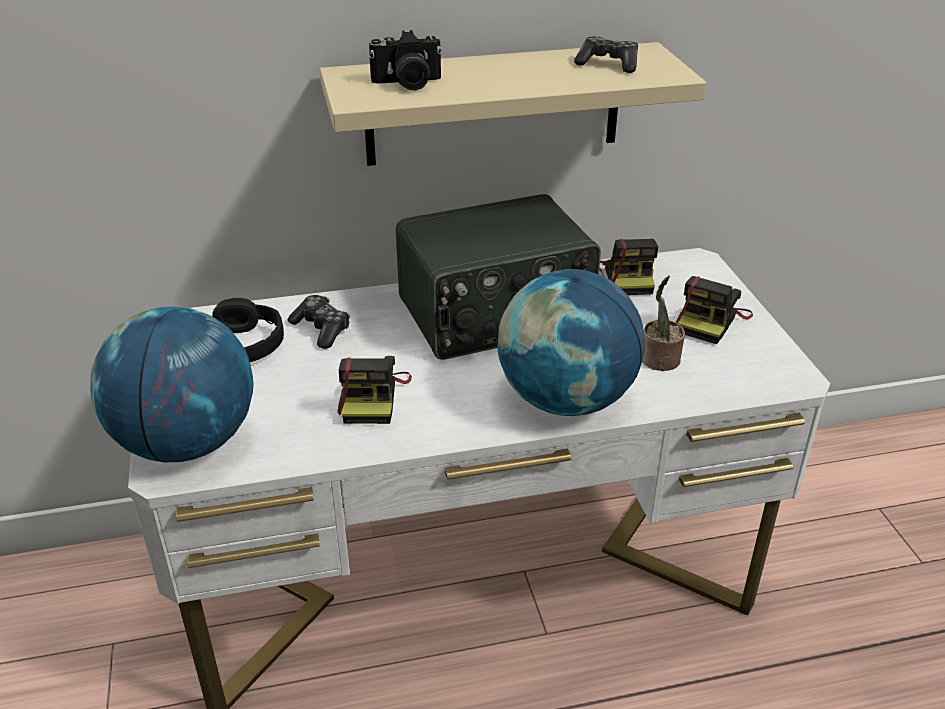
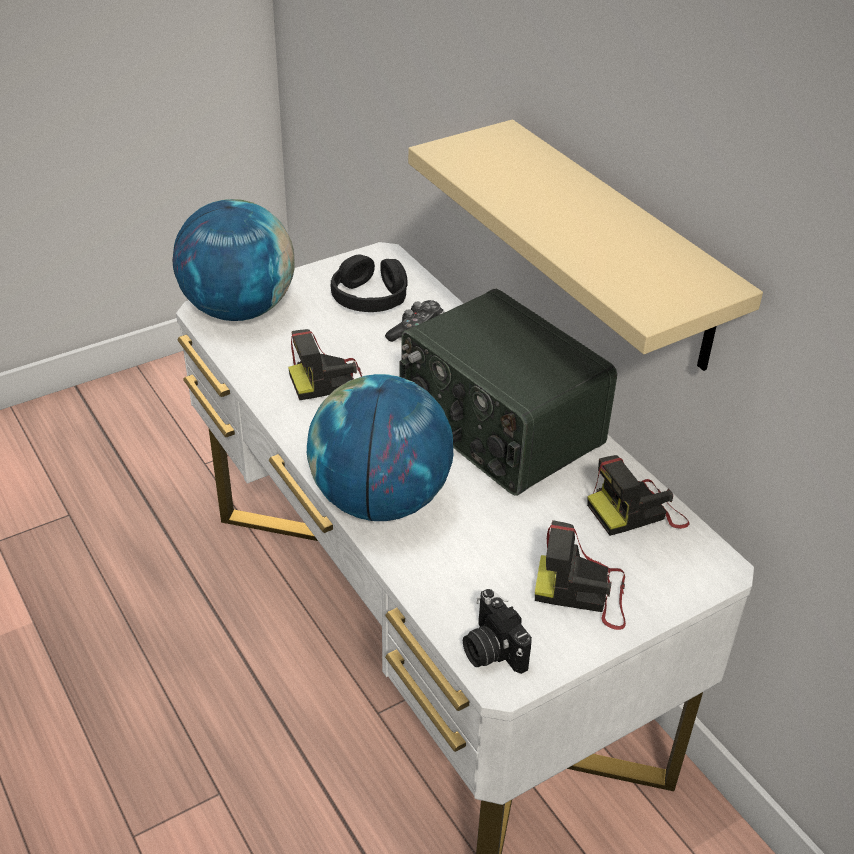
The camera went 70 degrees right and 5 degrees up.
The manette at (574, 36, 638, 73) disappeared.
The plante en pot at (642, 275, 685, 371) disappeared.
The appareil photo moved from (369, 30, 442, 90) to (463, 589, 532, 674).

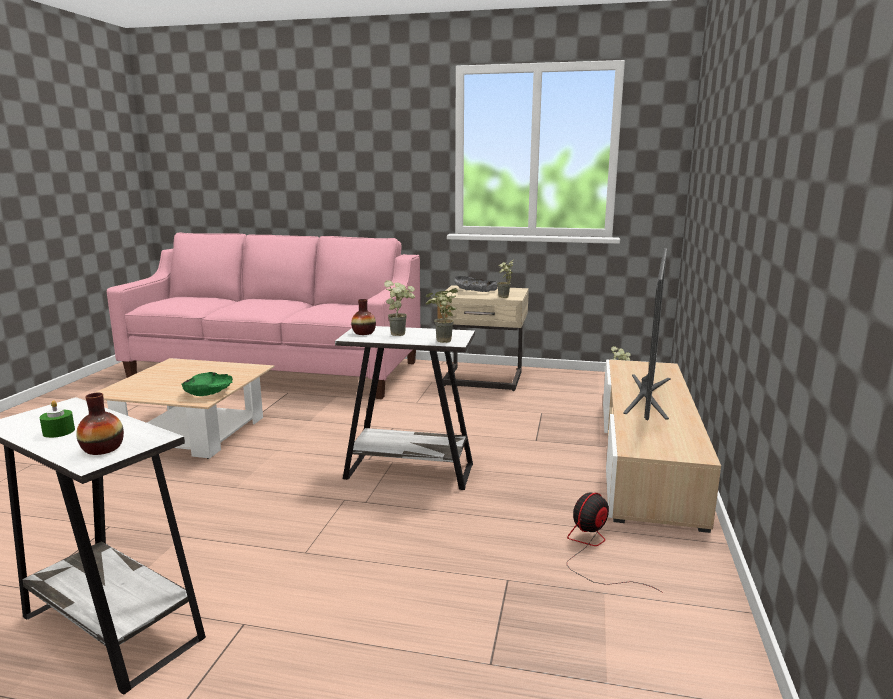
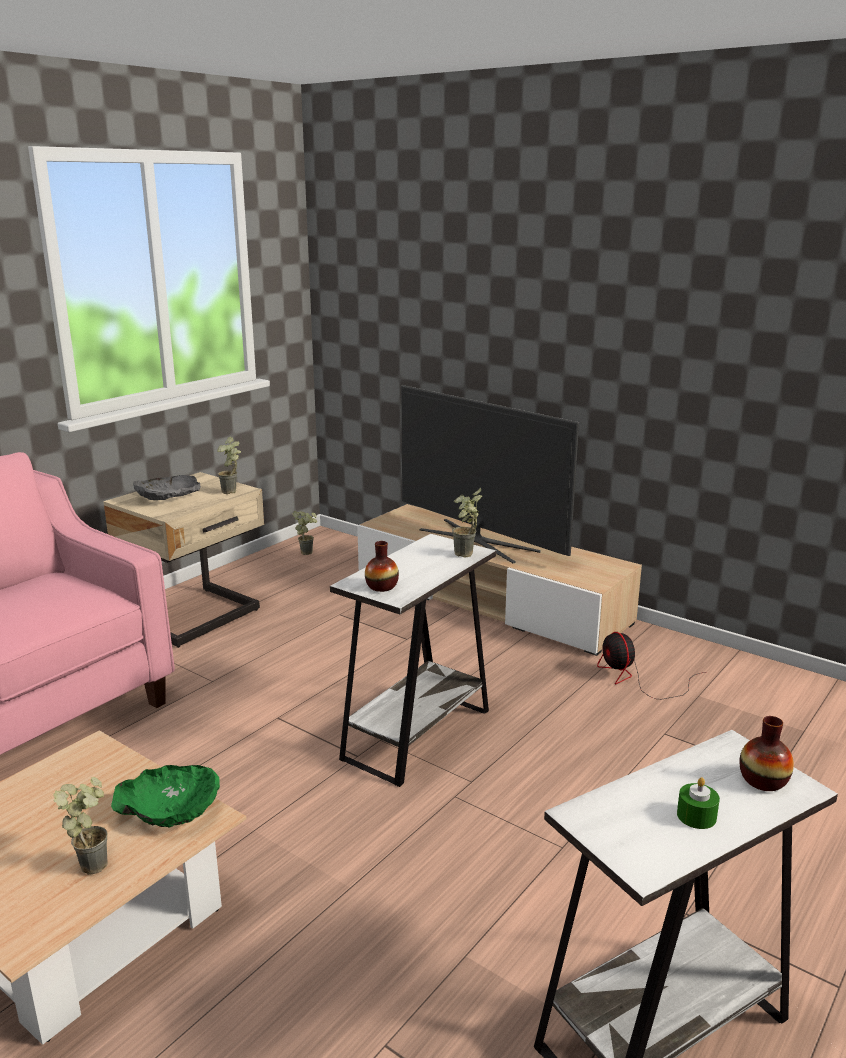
The camera went 65 degrees left and 5 degrees up.
The plante en pot moved from (384, 280, 415, 336) to (54, 777, 108, 875).

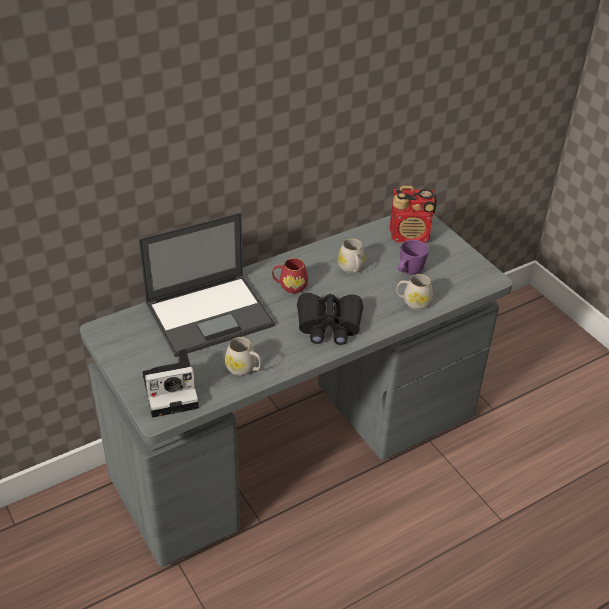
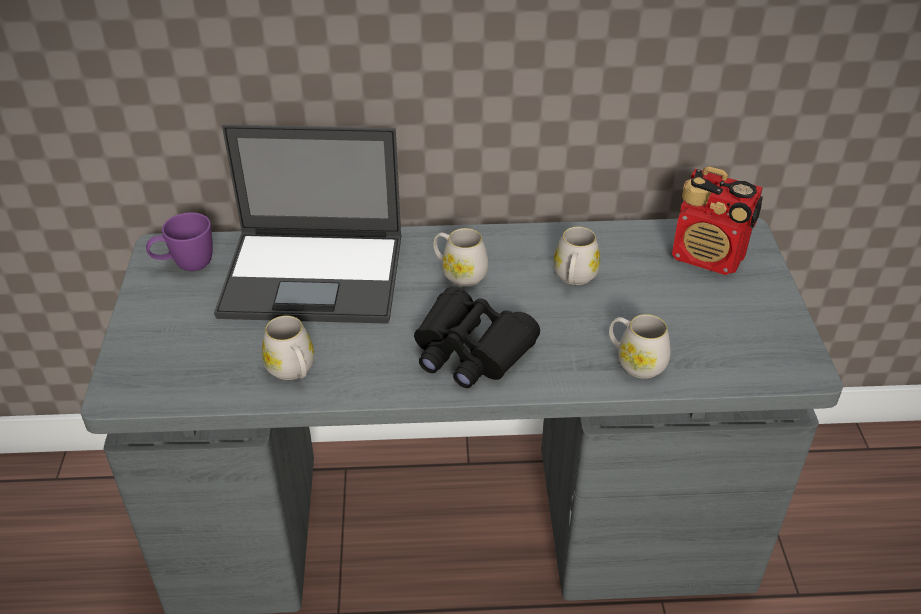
The camera went 30 degrees right and 0 degrees up.
The appareil photo at (143, 349, 199, 417) disappeared.
The mug (violet) moved from (398, 240, 429, 275) to (146, 212, 213, 271).
The mug (rouge) at (272, 258, 308, 293) became the mug (blanc) at (433, 228, 488, 287).

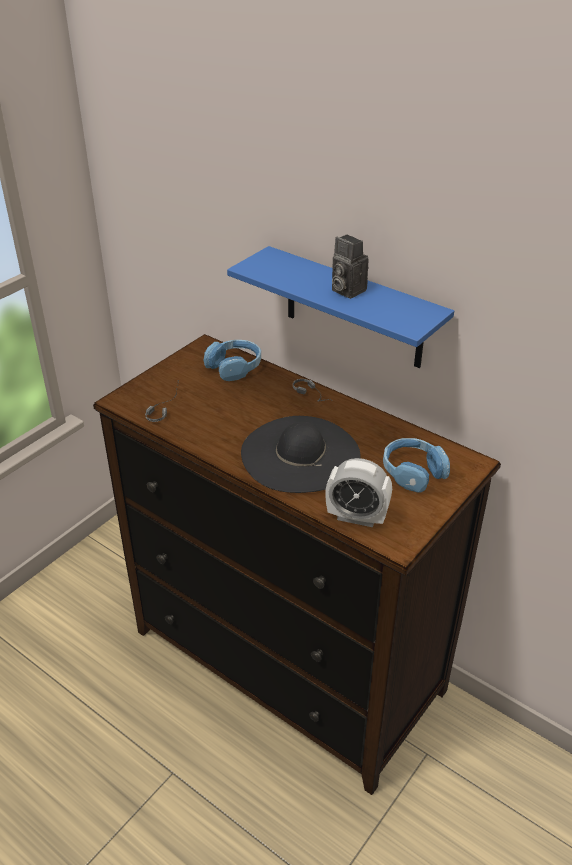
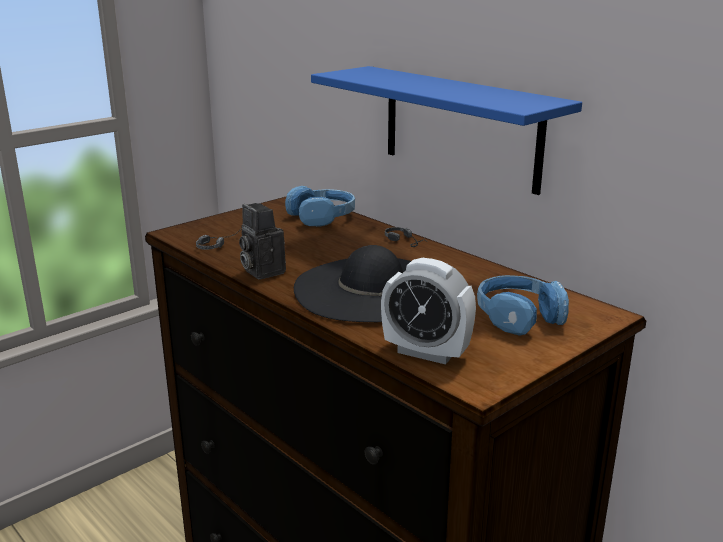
The camera went 10 degrees right and 15 degrees down.
The appareil photo moved from (332, 234, 369, 299) to (239, 203, 286, 280).

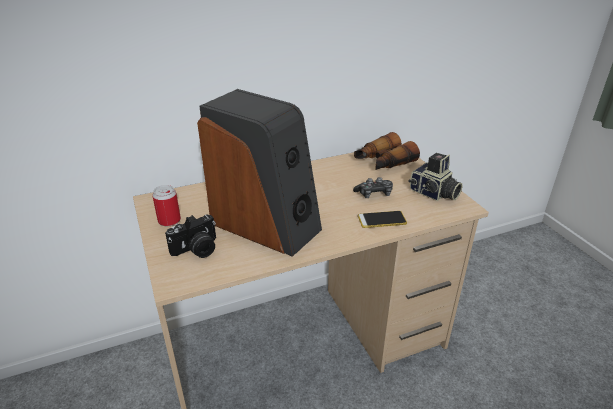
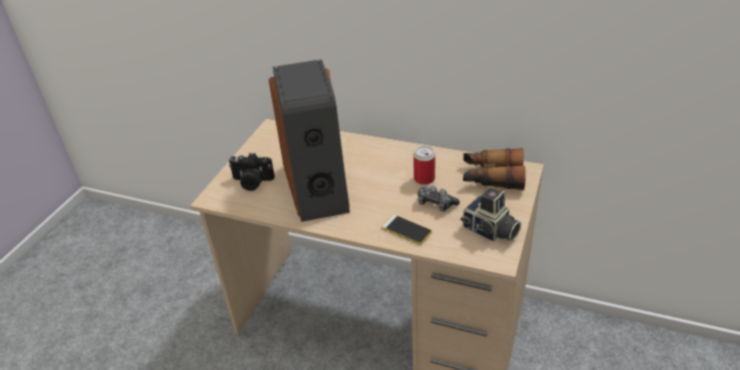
The camera went 45 degrees right and 5 degrees up.
The boîte métallique moved from (152, 185, 181, 226) to (413, 146, 435, 185).
The appareil photo at (408, 153, 463, 201) turned 45 degrees counterclockwise.

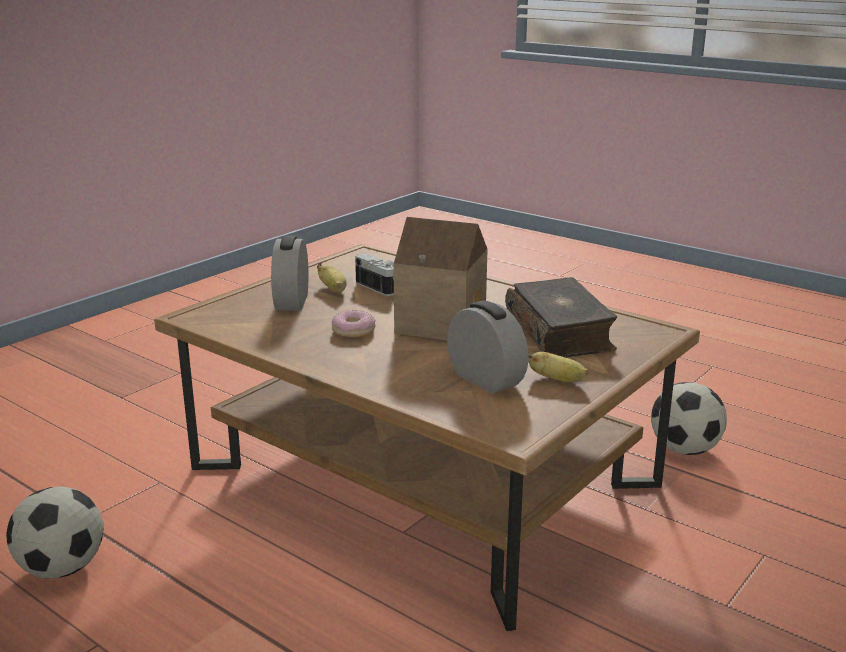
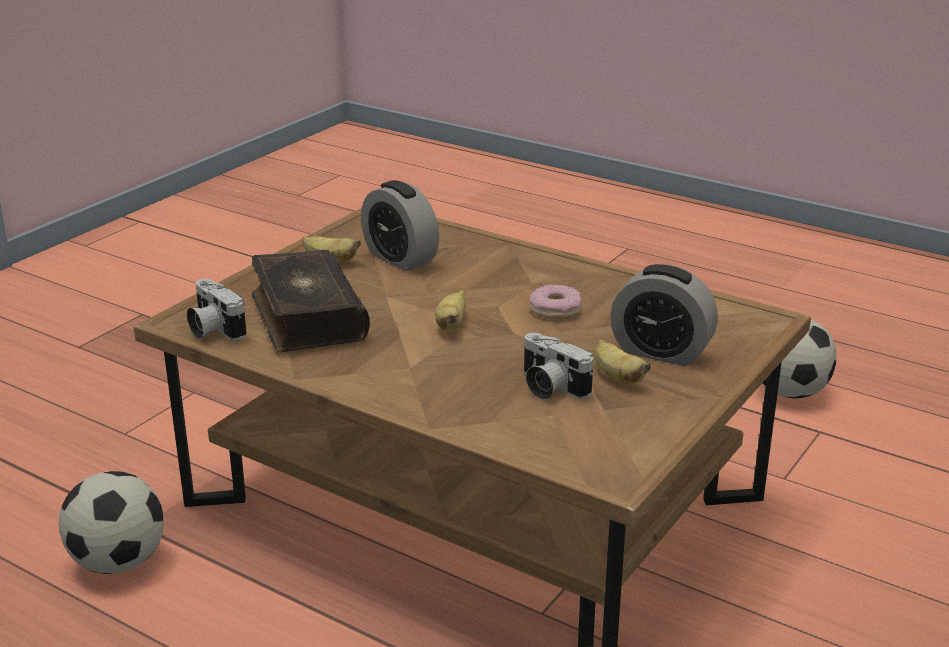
The camera went 175 degrees right and 5 degrees up.
The appareil photo at (187, 279, 247, 341) appeared.
The maison miniature at (393, 217, 488, 341) was replaced by the banane at (435, 290, 466, 332).
The réveil at (271, 236, 309, 311) turned 120 degrees clockwise.

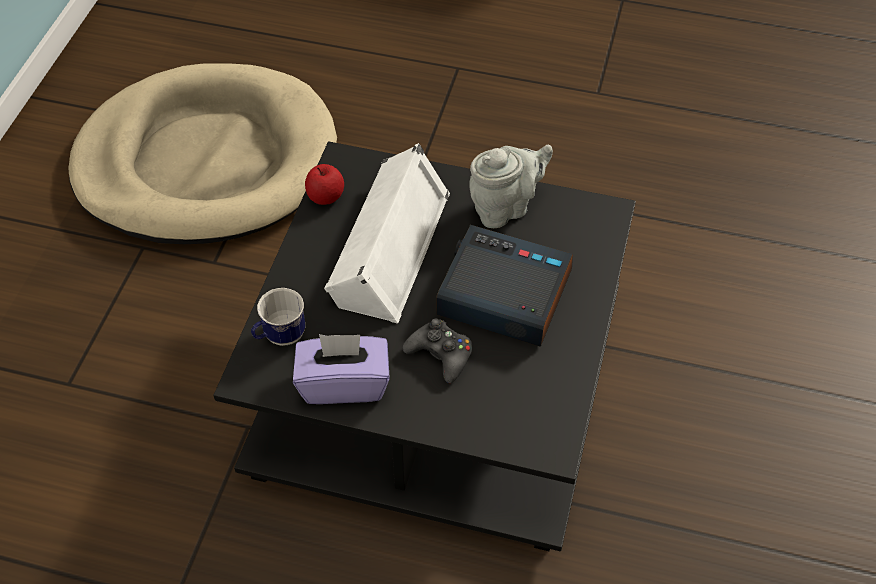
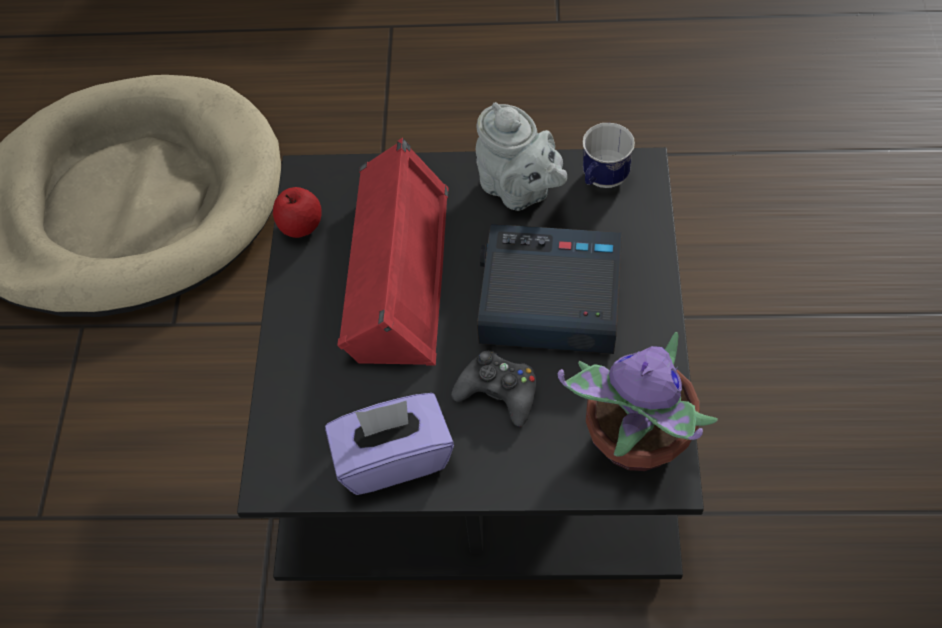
The camera went 10 degrees left and 5 degrees up.
The plante en pot at (558, 332, 718, 471) appeared.
The mug moved from (251, 288, 305, 346) to (583, 123, 635, 188).
The enceinte (blanc) at (324, 143, 450, 324) became the enceinte (rouge) at (337, 138, 449, 366).
The théière (gris) at (469, 145, 553, 228) turned 90 degrees clockwise.

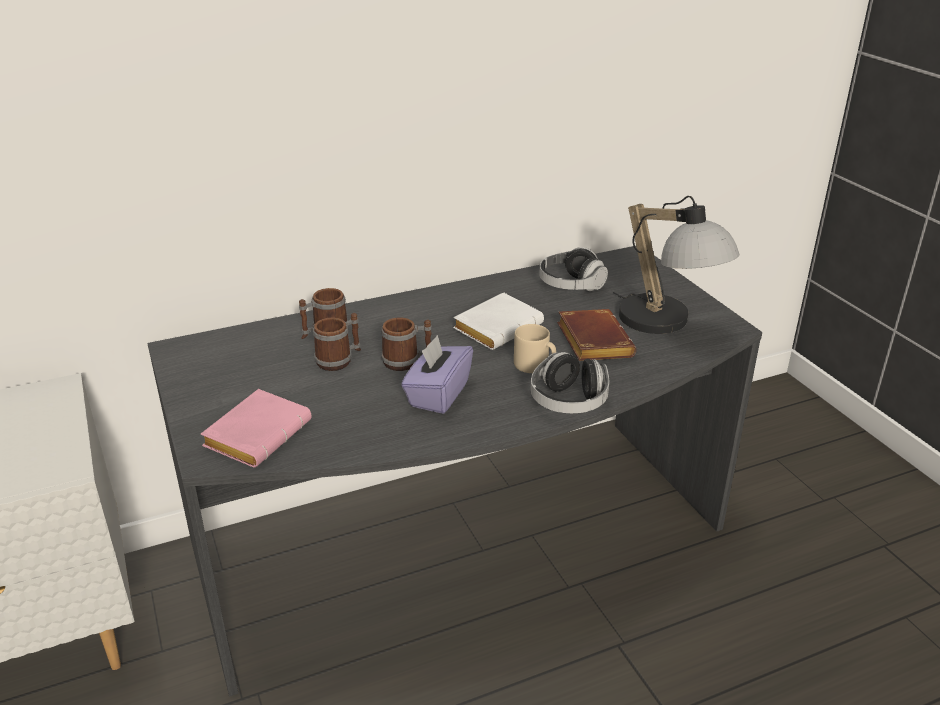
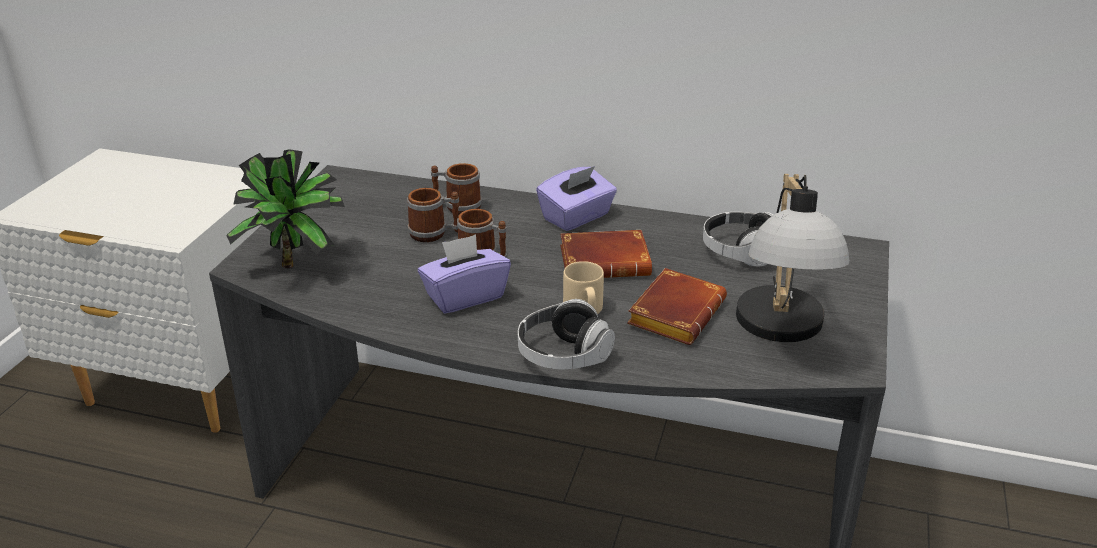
The camera went 40 degrees right and 0 degrees up.
The boîte à mouchoirs (violet) at (536, 166, 617, 231) appeared.
The livre (rose) at (201, 389, 312, 468) was replaced by the plante en pot at (226, 149, 345, 268).
The livre (blanc) at (453, 292, 544, 350) became the livre (marron) at (560, 230, 652, 278).

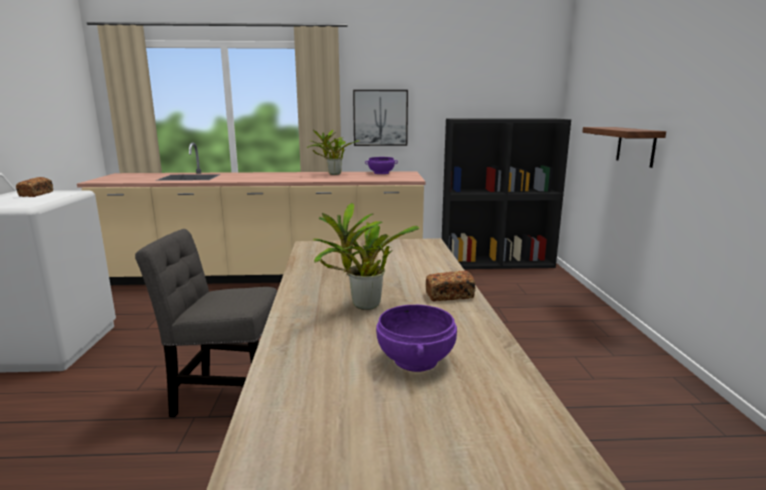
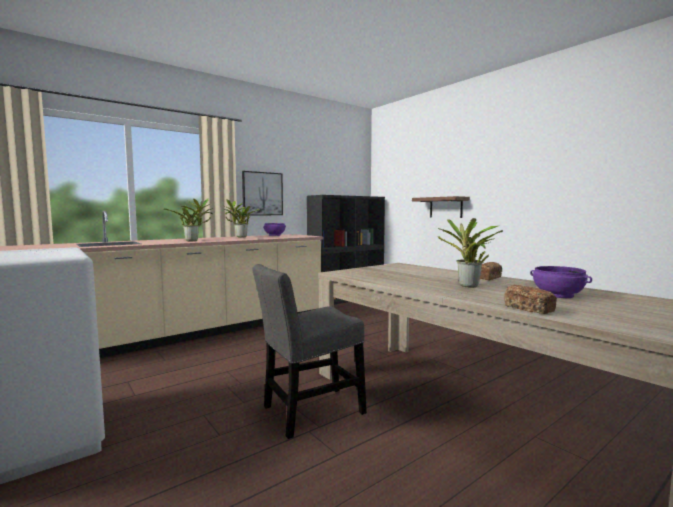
The camera went 35 degrees left and 10 degrees down.
The plante en pot at (164, 198, 213, 241) appeared.
The pain moved from (16, 177, 53, 197) to (504, 285, 557, 314).

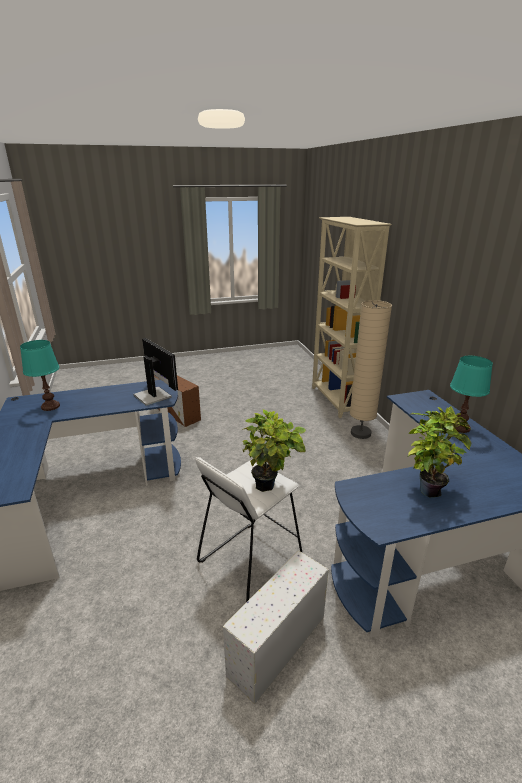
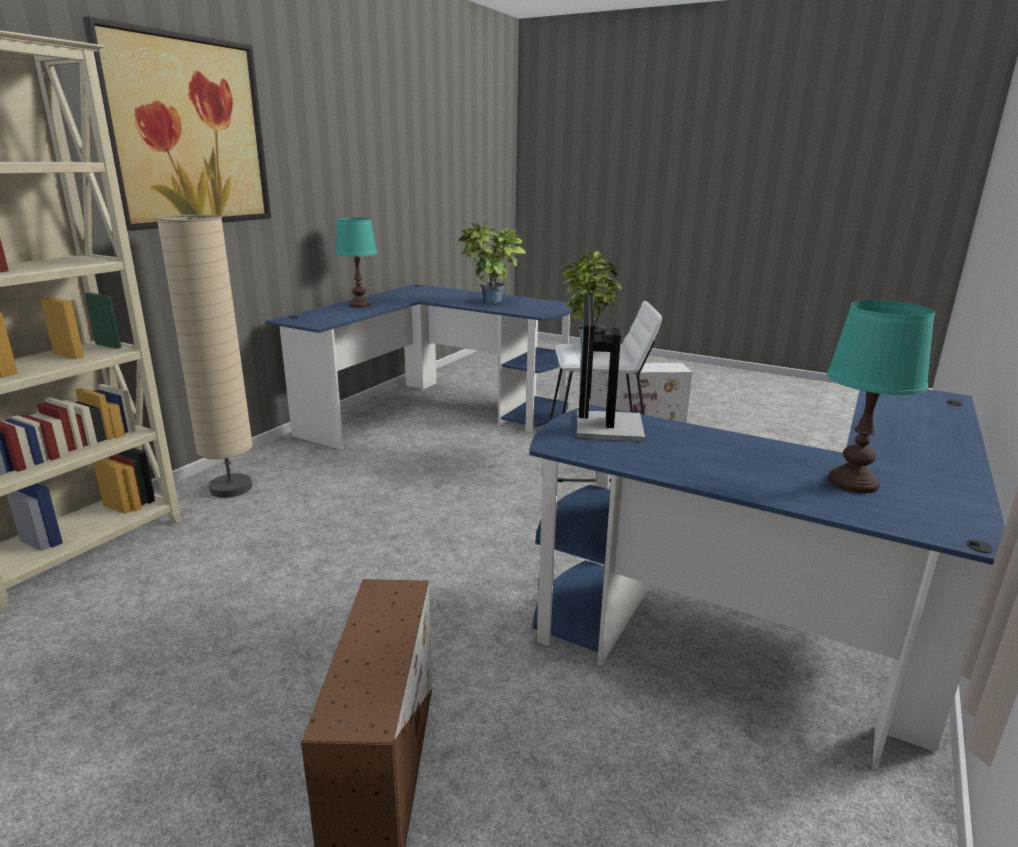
The camera went 135 degrees left and 5 degrees down.
The tableau at (83, 17, 271, 231) appeared.

